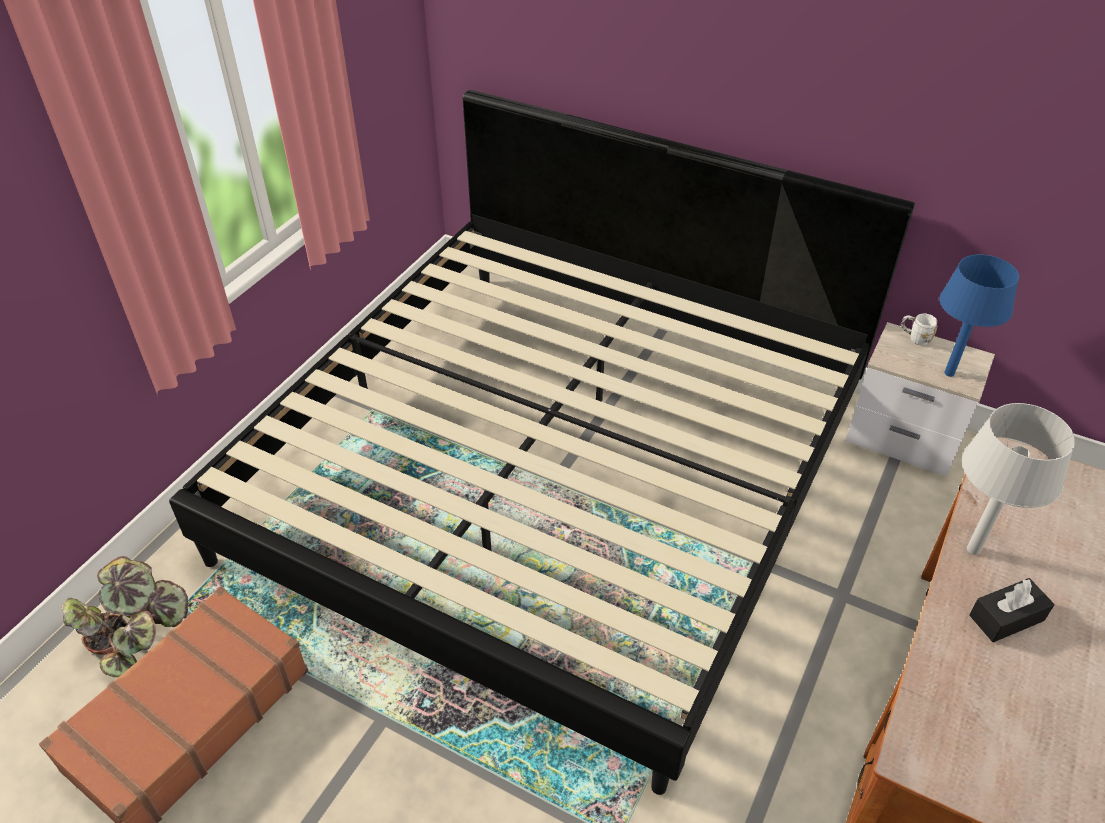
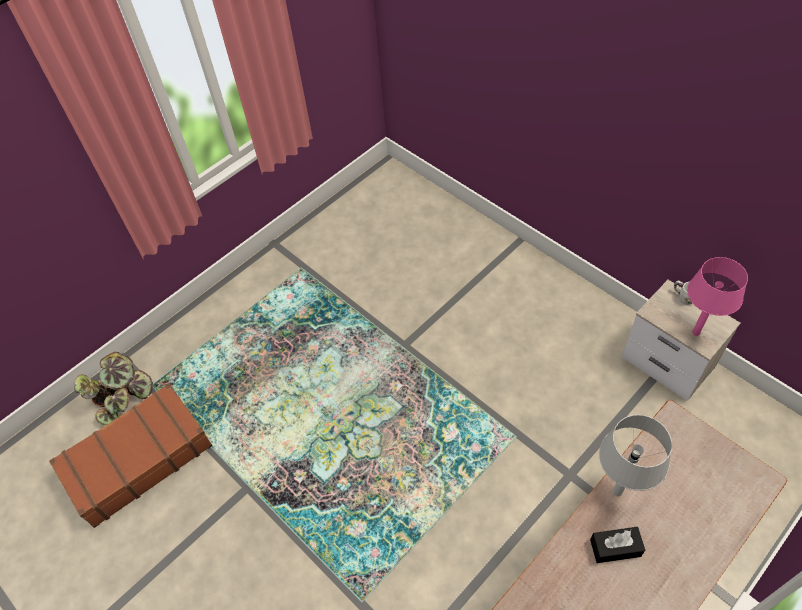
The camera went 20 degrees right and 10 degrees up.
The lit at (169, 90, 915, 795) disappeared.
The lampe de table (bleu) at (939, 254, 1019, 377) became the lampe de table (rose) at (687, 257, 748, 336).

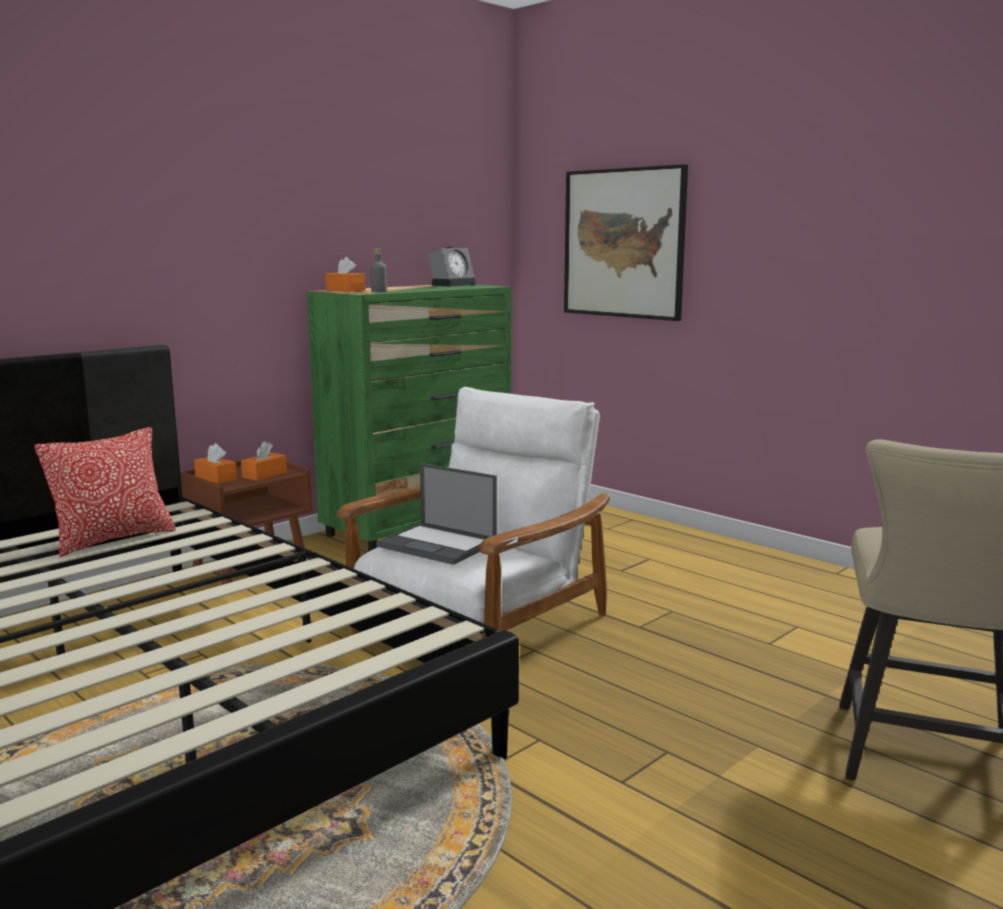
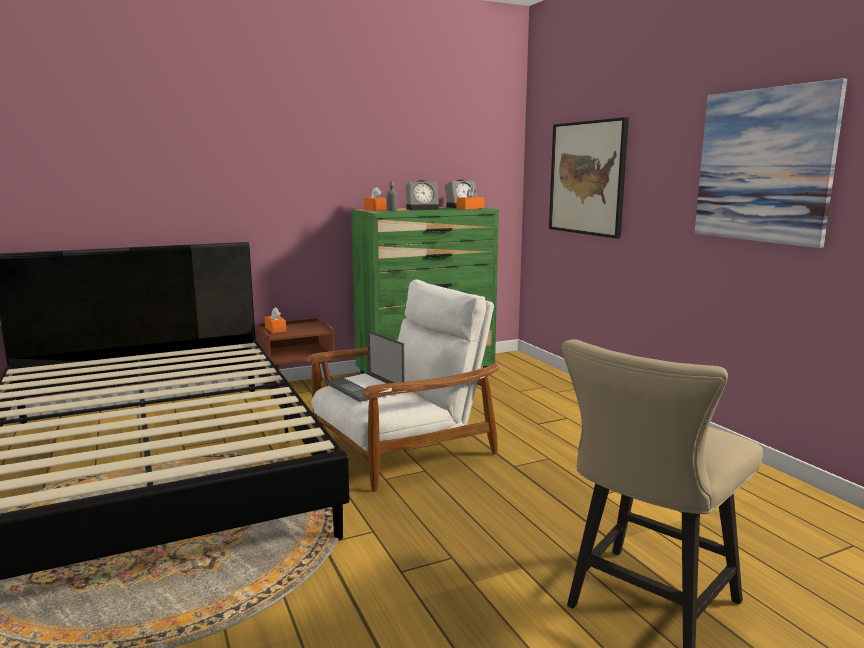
The camera went 20 degrees right and 0 degrees up.
The coussin at (35, 427, 175, 557) disappeared.
The réveil at (405, 180, 439, 210) appeared.
The tableau at (695, 78, 847, 248) appeared.
The boîte à mouchoirs (orange) moved from (241, 441, 287, 481) to (457, 186, 485, 210).

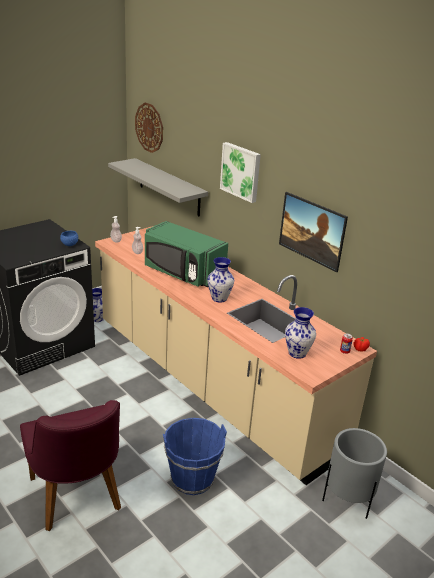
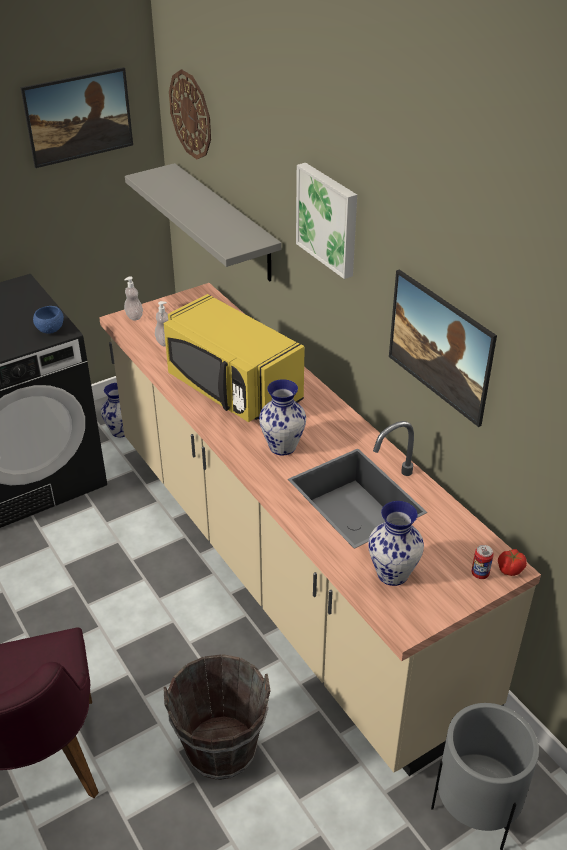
The camera went 10 degrees right and 10 degrees up.
The tableau at (20, 67, 133, 168) appeared.
The micro-ondes (vert) at (145, 221, 228, 287) became the micro-ondes (jaune) at (164, 294, 305, 422).
The seau (bleu) at (163, 418, 227, 495) became the seau (marron) at (163, 654, 271, 780).

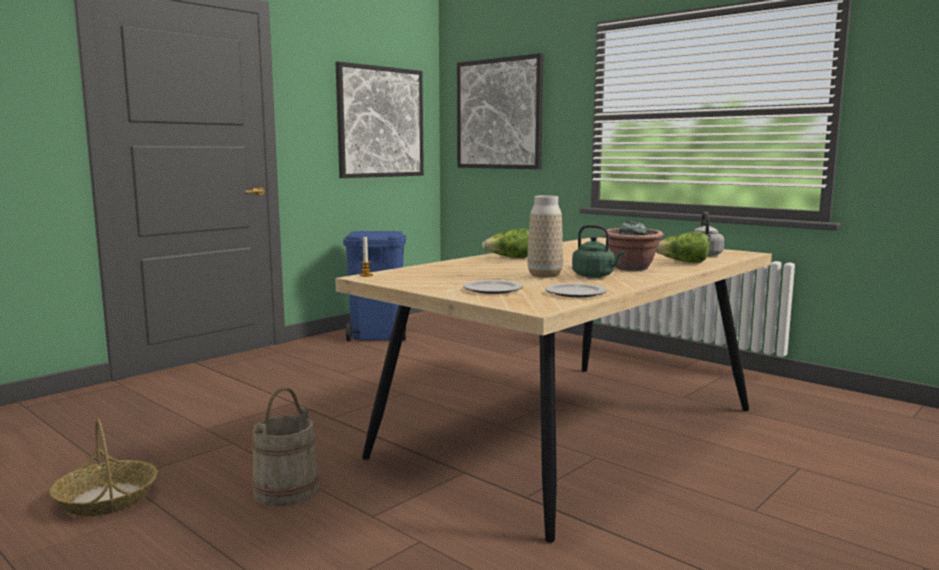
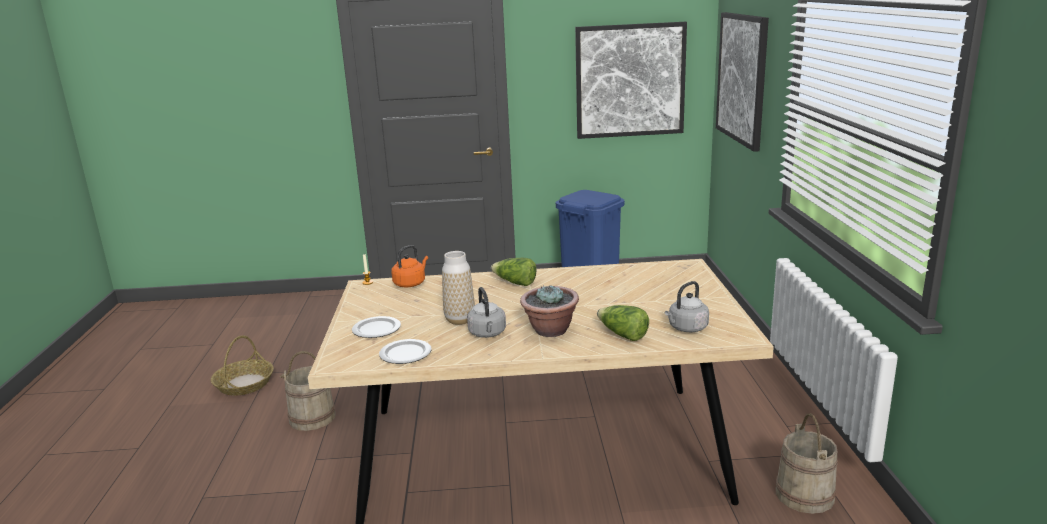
The camera went 45 degrees right and 10 degrees up.
The bouilloire (orange) at (391, 245, 428, 287) appeared.
The seau (beige) at (776, 413, 838, 514) appeared.
The bouilloire (vert) at (572, 224, 625, 278) became the bouilloire (gris) at (467, 287, 506, 338).

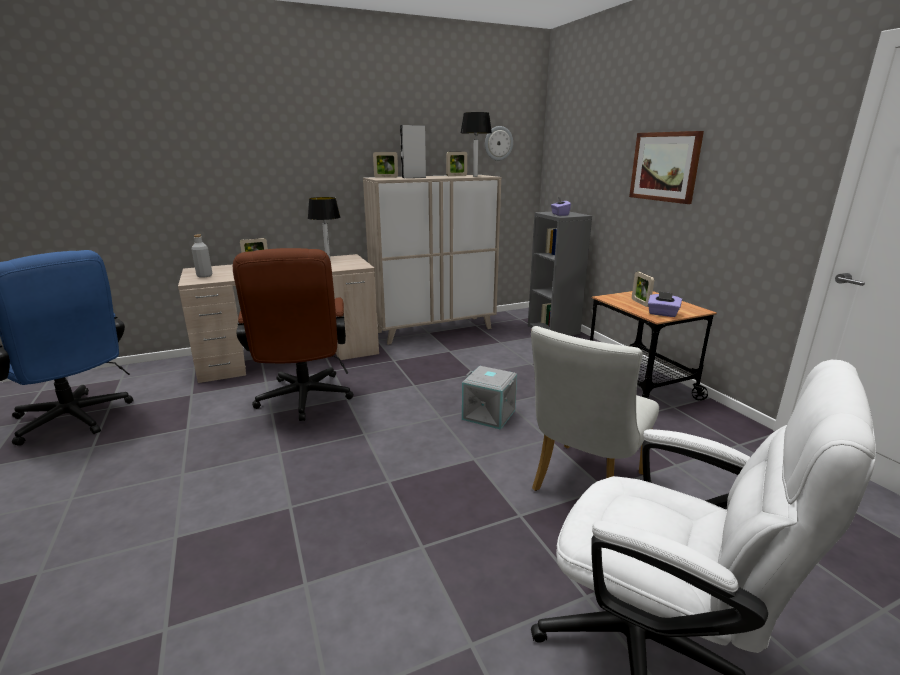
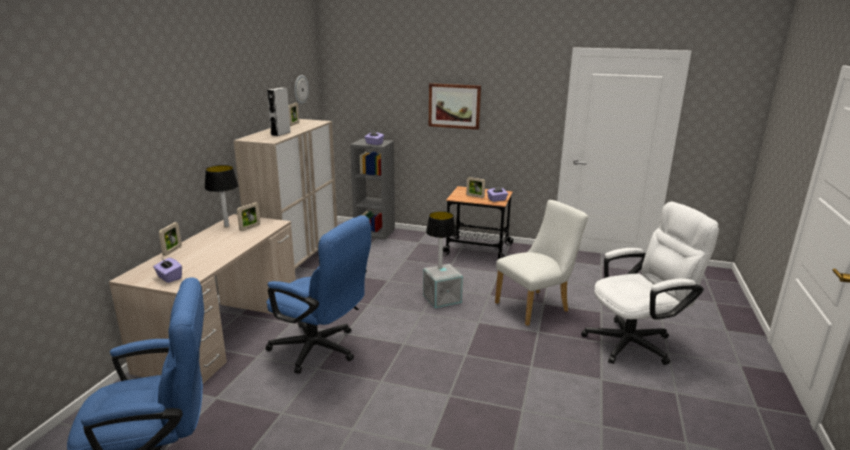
The camera went 50 degrees left and 0 degrees up.
The cadre photo moved from (373, 152, 398, 178) to (237, 202, 260, 231).
The lampe de table moved from (461, 112, 492, 177) to (426, 211, 456, 269).
The bouteille (gris) at (192, 235, 212, 278) was replaced by the boîte à mouchoirs (violet) at (153, 258, 182, 283).
The chaise de bureau (marron) at (233, 248, 354, 421) became the chaise de bureau (bleu) at (266, 215, 371, 374).
The chaise (blanc) at (531, 326, 659, 491) turned 105 degrees counterclockwise.

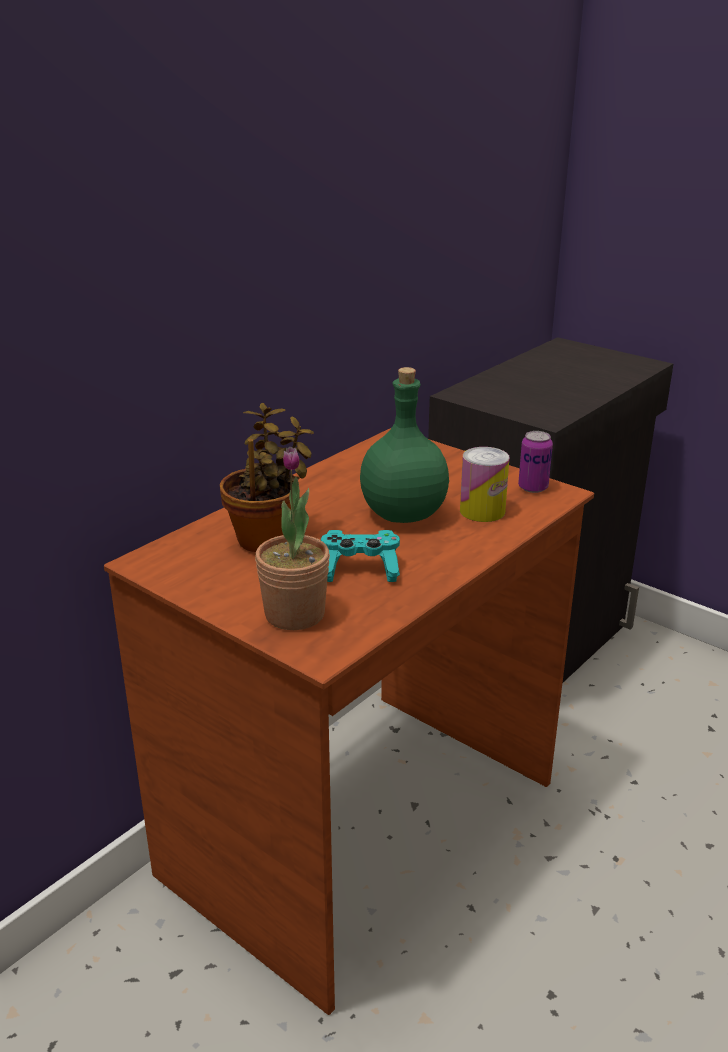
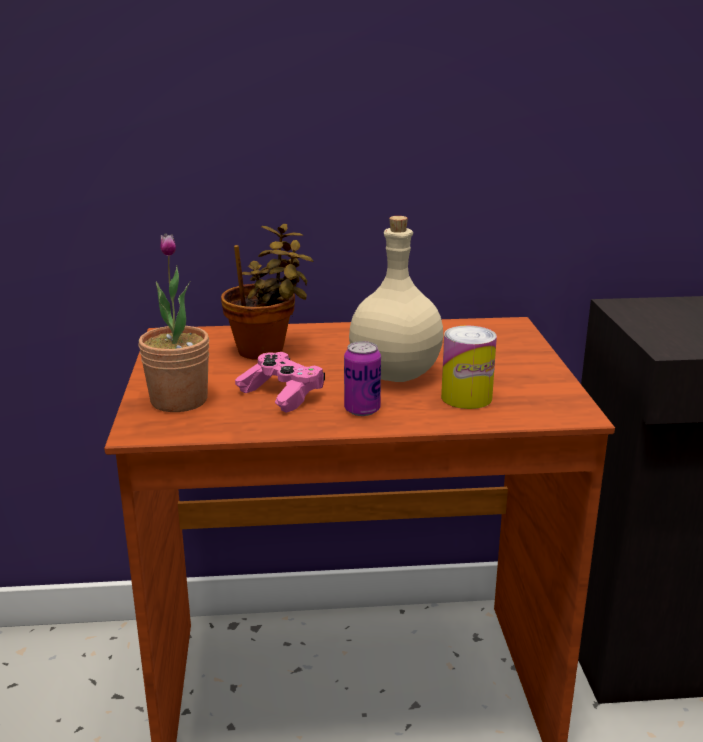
The camera went 45 degrees right and 5 degrees down.
The boîte métallique moved from (518, 431, 553, 493) to (344, 341, 381, 416).
The manette (turquoise) at (321, 530, 400, 582) became the manette (rose) at (235, 352, 325, 413).
The bouteille (vert) at (360, 367, 449, 523) became the bouteille (beige) at (349, 216, 444, 382).

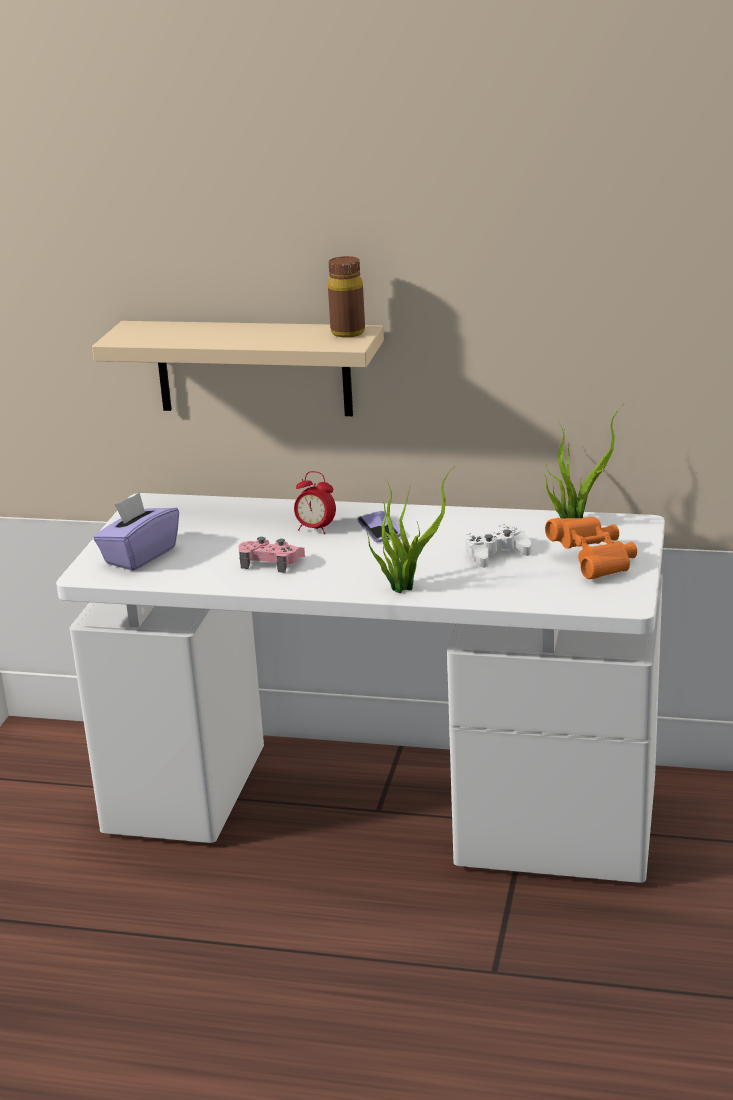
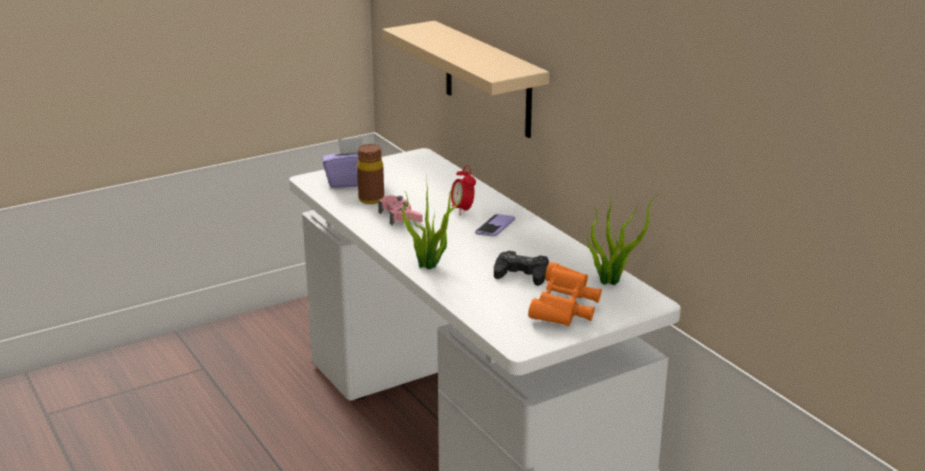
The camera went 45 degrees right and 0 degrees up.
The bouteille (marron) moved from (328, 256, 365, 338) to (357, 144, 384, 204).
The manette (blanc) at (465, 524, 531, 568) became the manette (noir) at (494, 251, 549, 286).

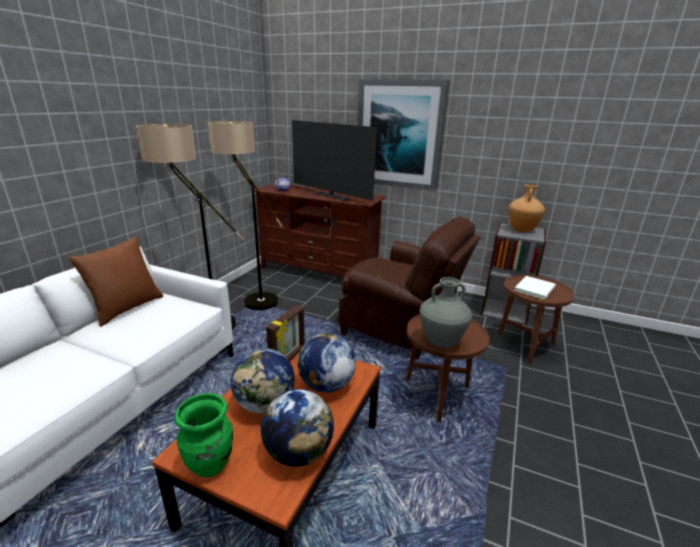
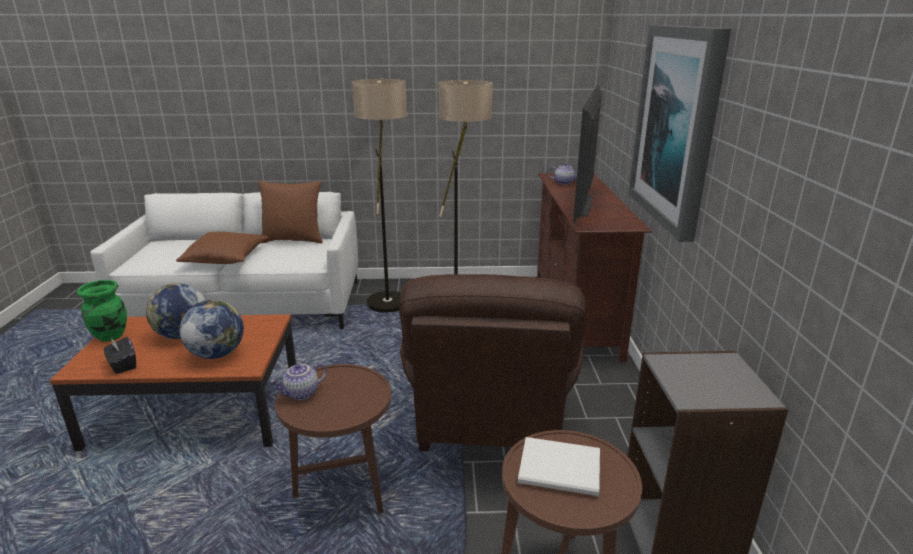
The camera went 65 degrees right and 0 degrees up.
The cadre photo at (266, 305, 305, 361) disappeared.
The vase (marron) at (509, 184, 545, 232) disappeared.
The coussin (marron) at (176, 231, 268, 264) appeared.
The globe at (261, 389, 334, 467) was replaced by the boîte à mouchoirs (noir) at (104, 337, 136, 374).
The vase (gris) at (419, 277, 472, 347) was replaced by the théière at (270, 362, 327, 400).

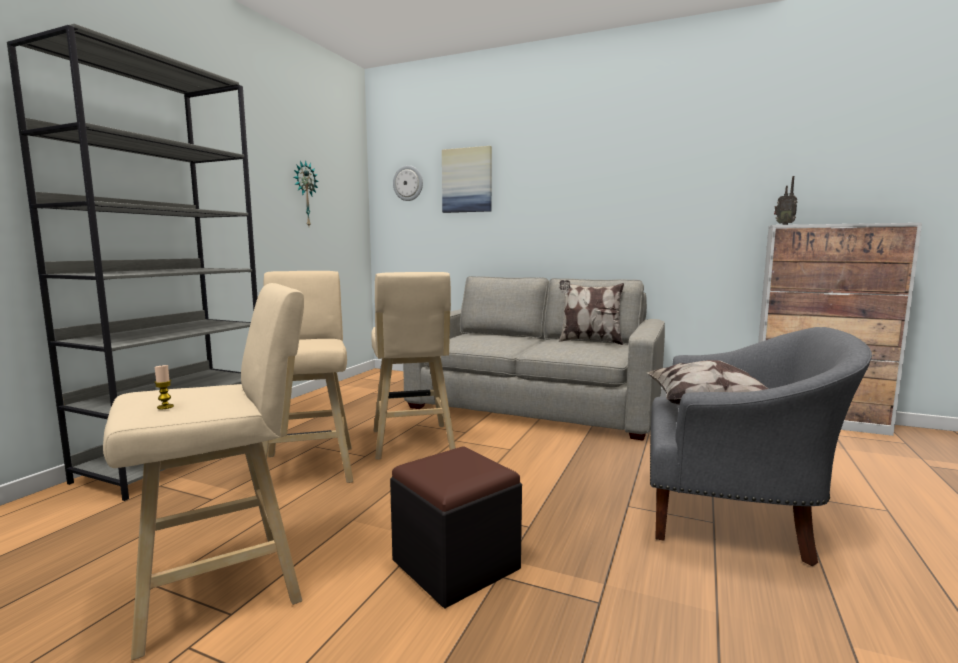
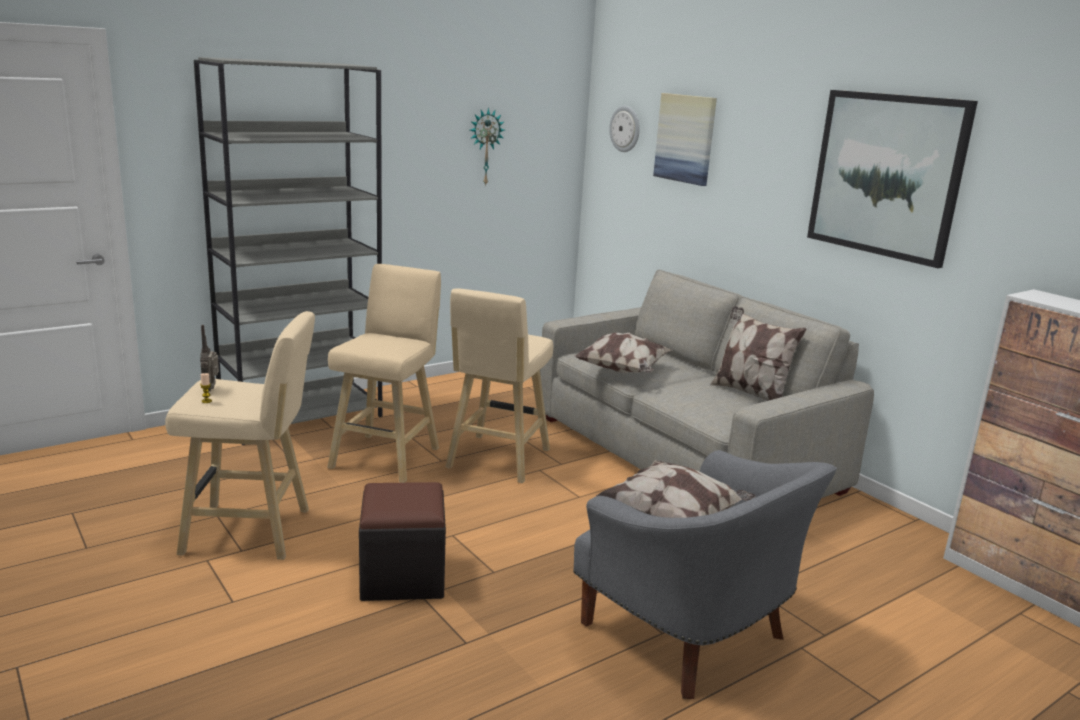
The camera went 30 degrees right and 10 degrees up.
The coussin at (575, 333, 672, 373) appeared.
The tableau at (807, 90, 978, 268) appeared.
The radio moved from (774, 176, 798, 225) to (200, 325, 219, 391).

